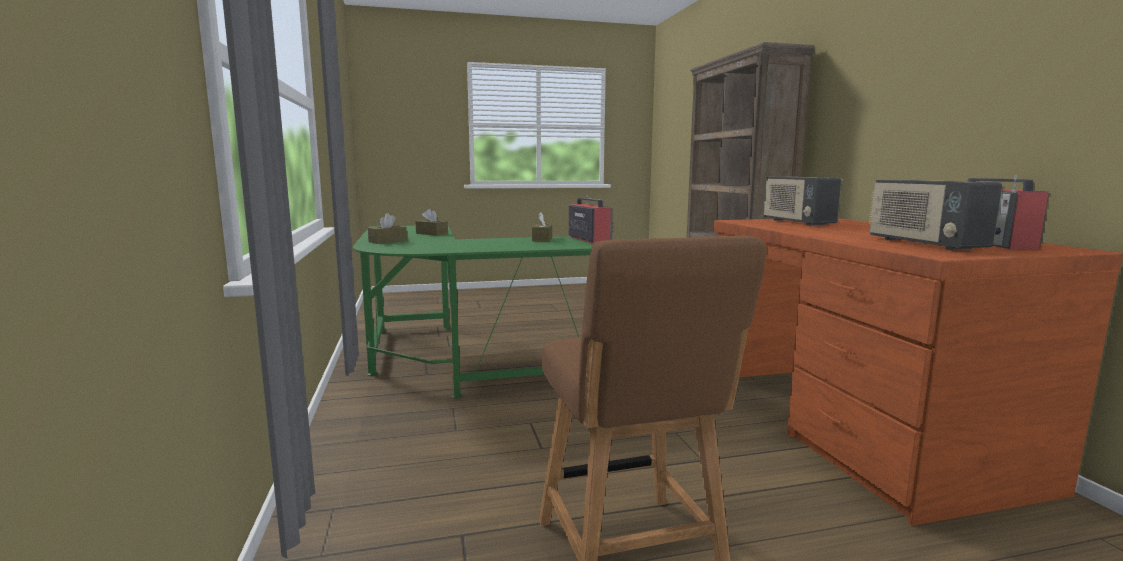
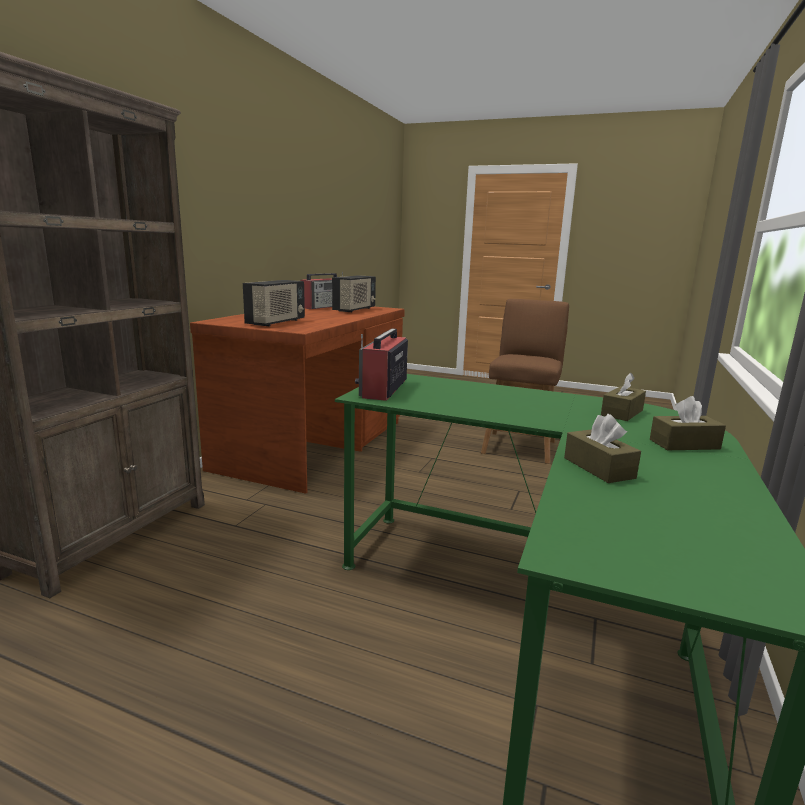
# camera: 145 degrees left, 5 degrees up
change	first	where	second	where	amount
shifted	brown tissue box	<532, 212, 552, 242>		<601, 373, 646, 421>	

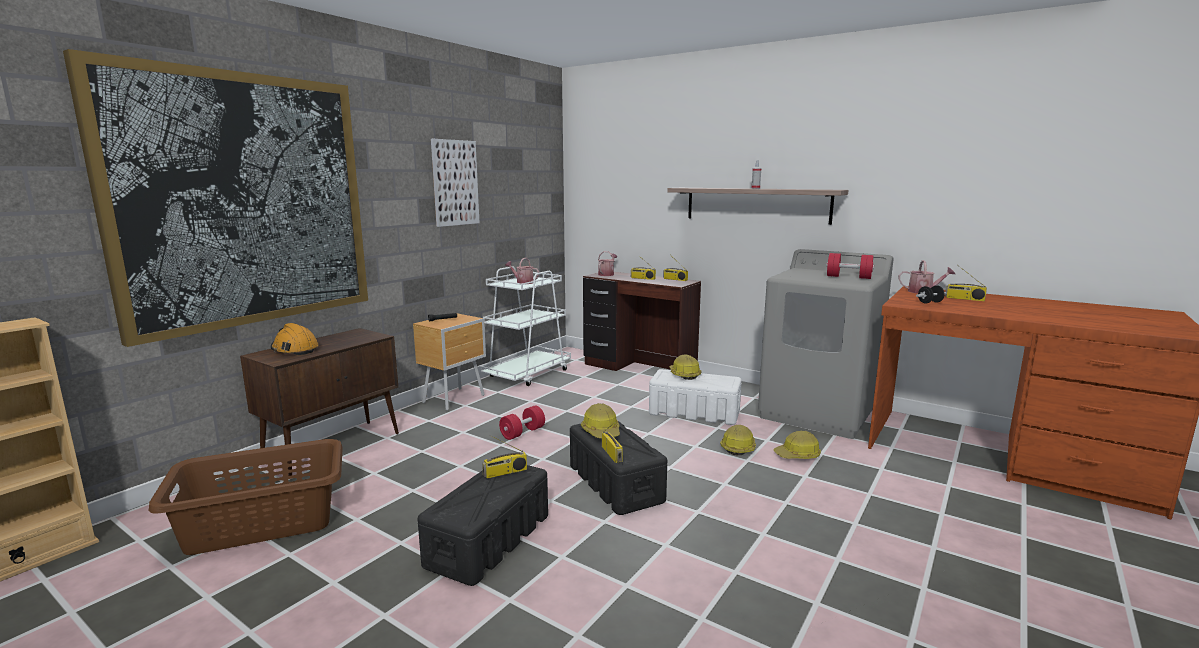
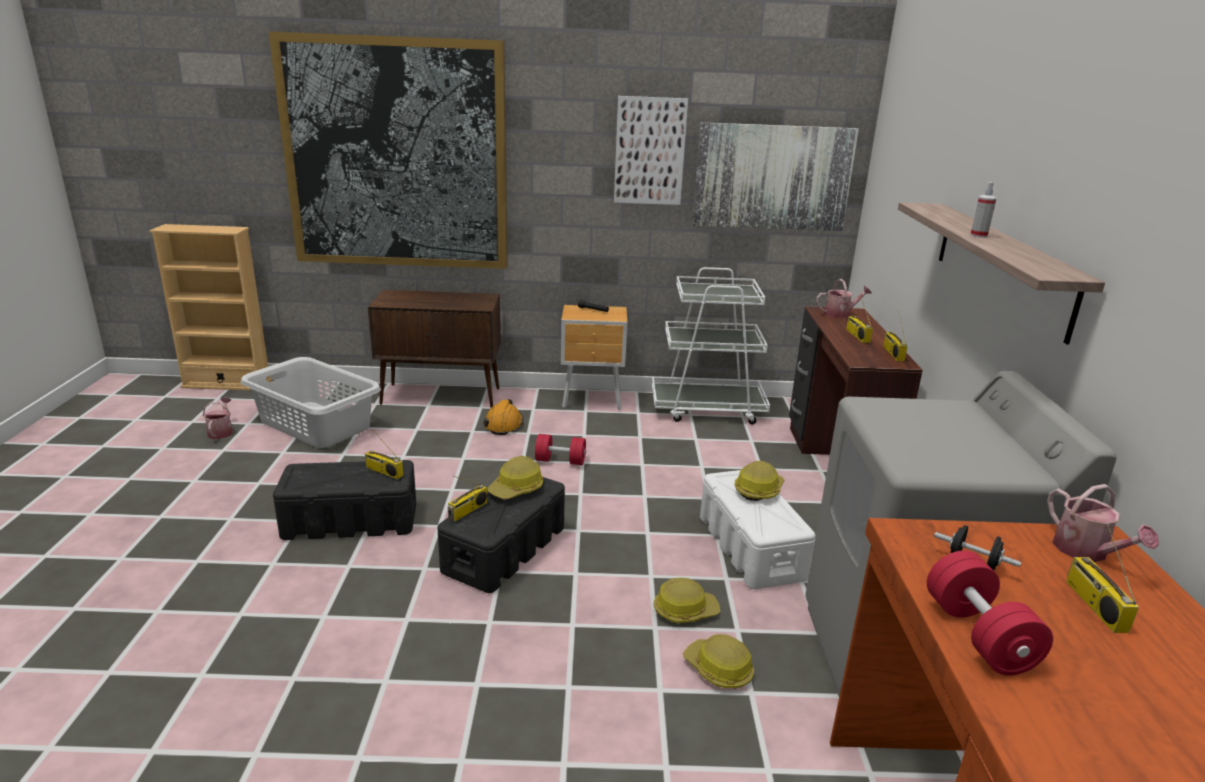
# camera: 55 degrees right, 10 degrees up
change	first	where	second	where	amount
shifted	red dumbbell	<826, 253, 874, 279>		<927, 551, 1053, 675>	
shifted	watering can	<505, 258, 539, 284>		<203, 398, 233, 439>	
shifted	orange hard hat	<271, 323, 318, 355>		<483, 399, 524, 435>	
repainted	brown laundry basket	<149, 439, 343, 555>	grey laundry basket	<241, 357, 381, 448>	
new			picture	<692, 122, 859, 231>	

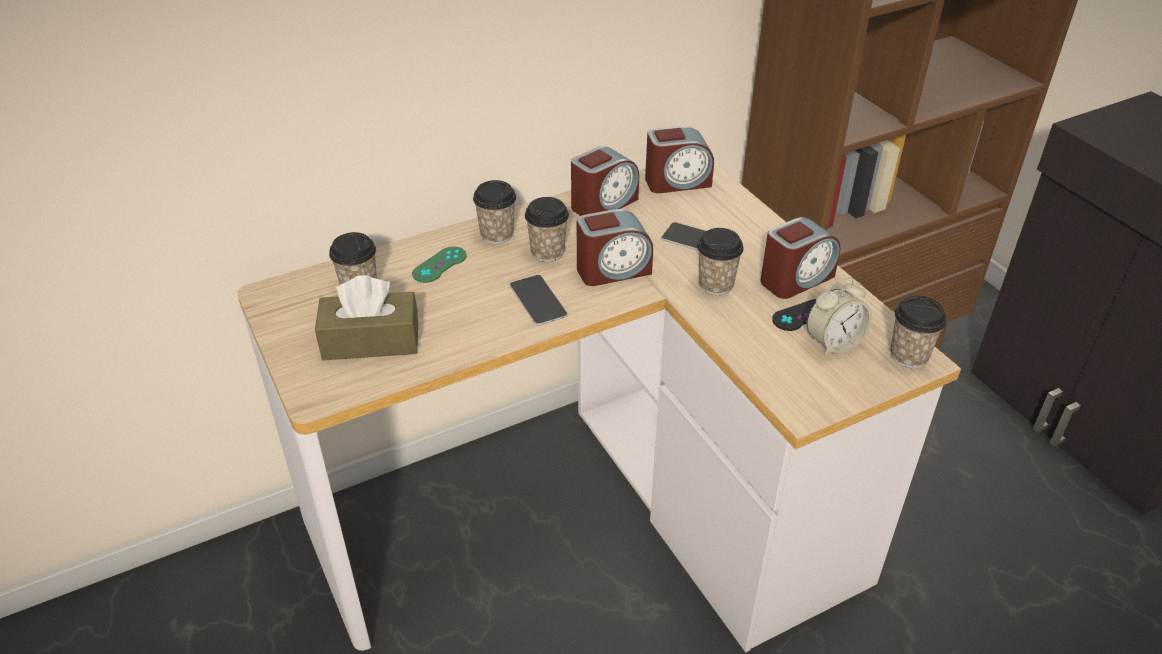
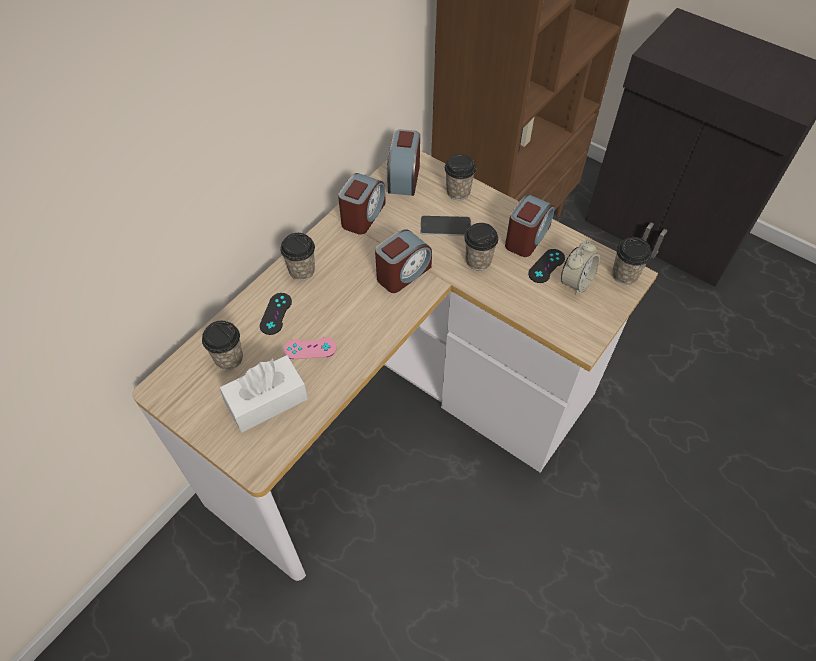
# camera: 25 degrees left, 15 degrees up
change	first	where	second	where	amount
rotated	alarm clock	<645, 126, 714, 193>		<387, 129, 420, 196>	135 degrees clockwise
shifted	cup	<525, 197, 569, 262>		<445, 154, 476, 200>	
repainted	green game controller	<412, 246, 467, 283>	black game controller	<260, 293, 292, 335>	
repainted	brown tissue box	<315, 275, 418, 360>	white tissue box	<220, 355, 308, 432>	
gone	phone	<509, 275, 568, 325>			
new			pink game controller	<283, 337, 337, 359>	

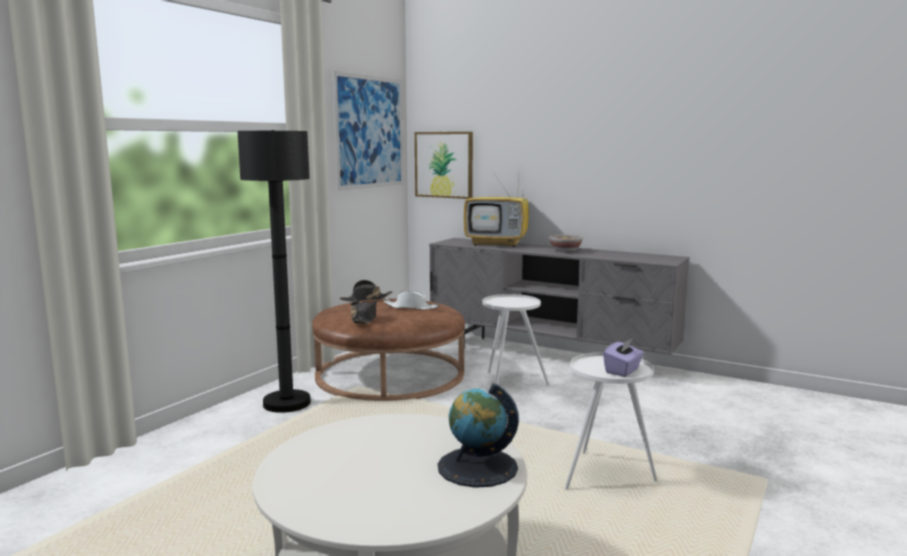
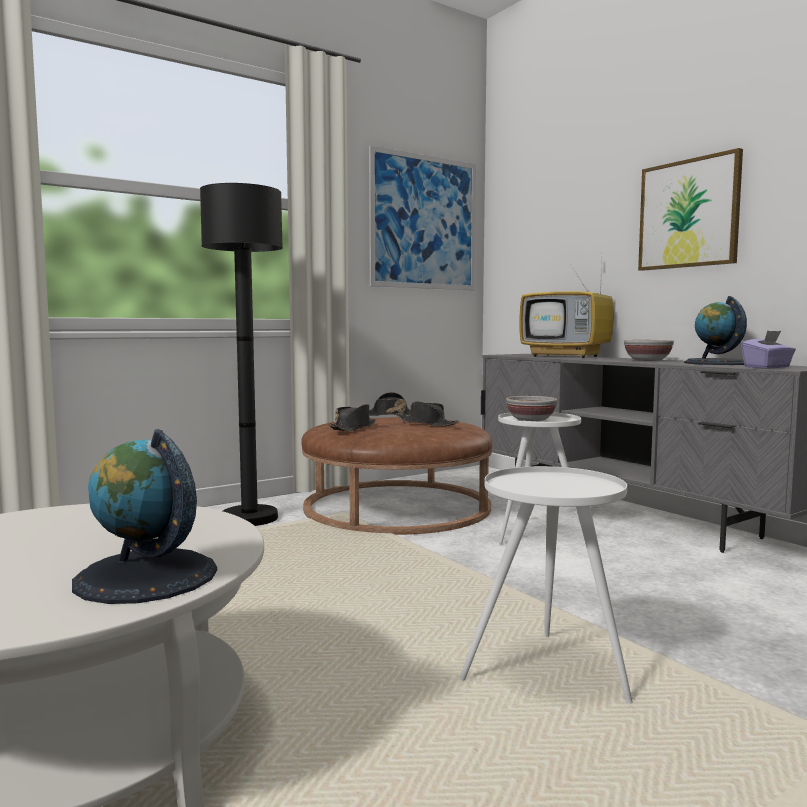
# camera: 25 degrees right, 5 degrees down
change	first	where	second	where	amount
shifted	picture	<415, 132, 473, 199>		<638, 148, 743, 271>	
repainted	white hat	<383, 290, 439, 310>	black hat	<396, 401, 459, 426>	
shifted	purple tissue box	<603, 338, 644, 377>		<741, 331, 796, 369>	
new			globe	<684, 296, 747, 365>	
new			bowl	<506, 396, 557, 421>	

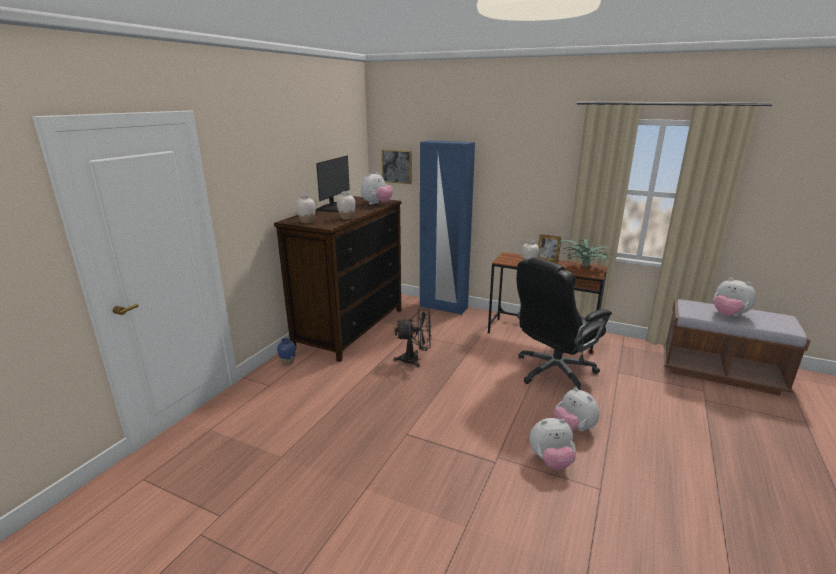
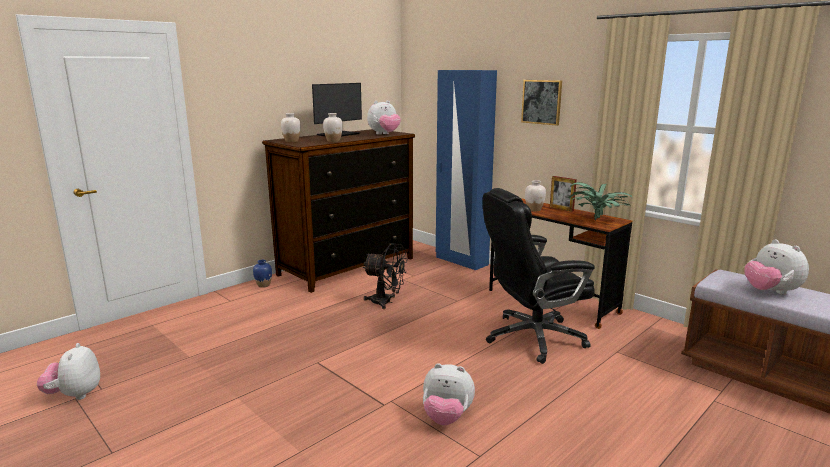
# camera: 20 degrees right, 5 degrees down
change	first	where	second	where	amount
shifted	picture	<382, 149, 412, 184>		<521, 80, 562, 126>	
shifted	plush toy	<553, 387, 599, 431>		<37, 343, 100, 400>	

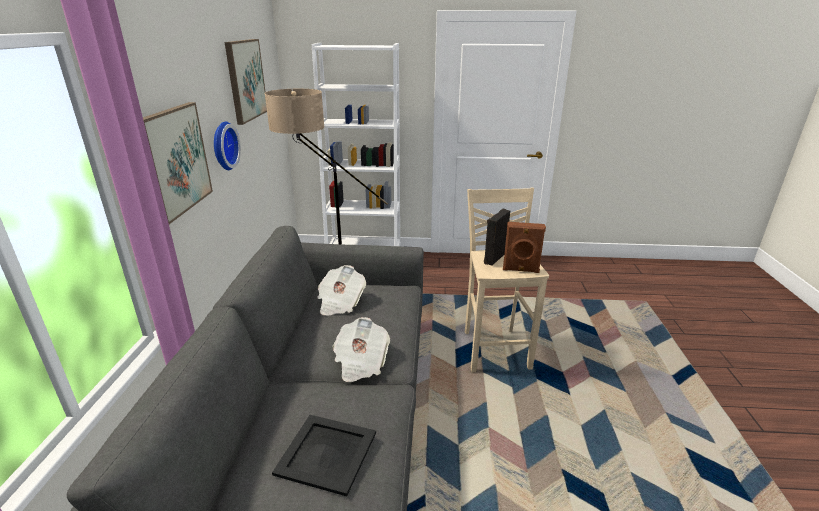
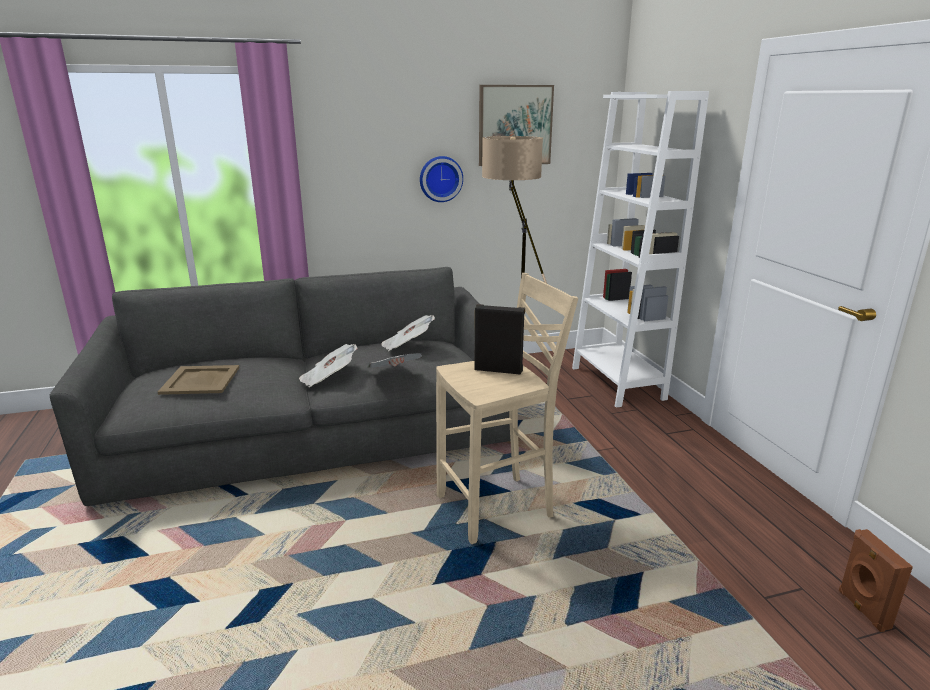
# camera: 70 degrees right, 5 degrees down
change	first	where	second	where	amount
gone	picture	<143, 102, 213, 224>			
shifted	brown speaker	<503, 222, 546, 273>		<839, 529, 913, 632>	
repainted	black tray	<272, 415, 376, 496>	beige tray	<158, 365, 240, 395>	
new			newspaper	<367, 353, 422, 368>	

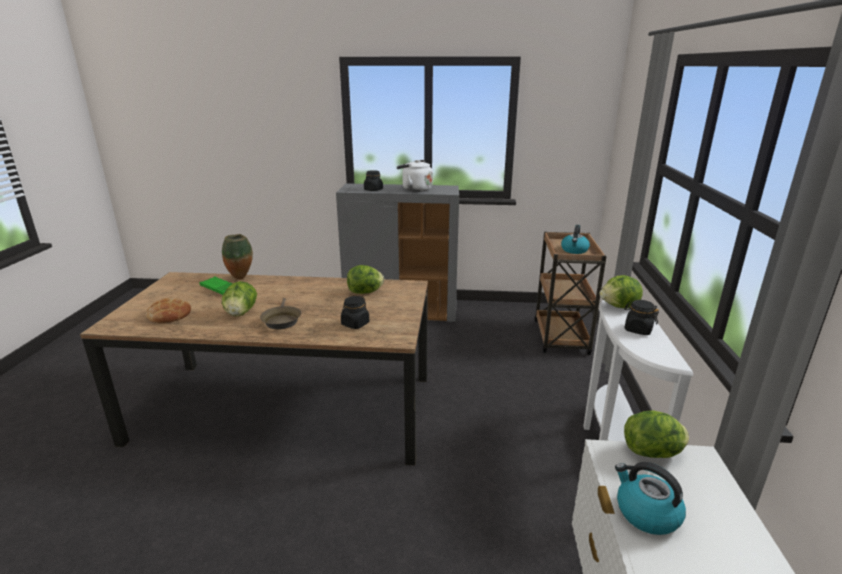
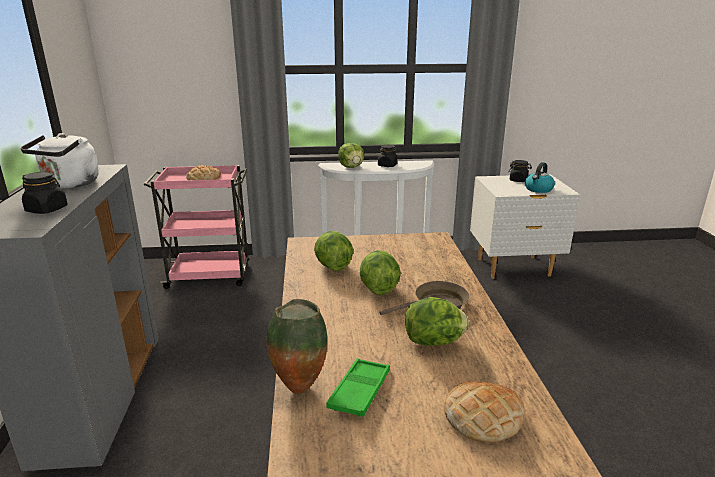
# camera: 100 degrees left, 0 degrees up
change	first	where	second	where	amount
swapped	kettle	<561, 225, 590, 254>	bread	<186, 165, 221, 180>	
repainted	brown cart	<534, 232, 607, 355>	pink cart	<144, 165, 249, 289>	
shifted	black jar	<341, 296, 369, 329>		<509, 160, 532, 182>	
shifted	lettuce	<624, 411, 689, 458>		<360, 250, 401, 295>	

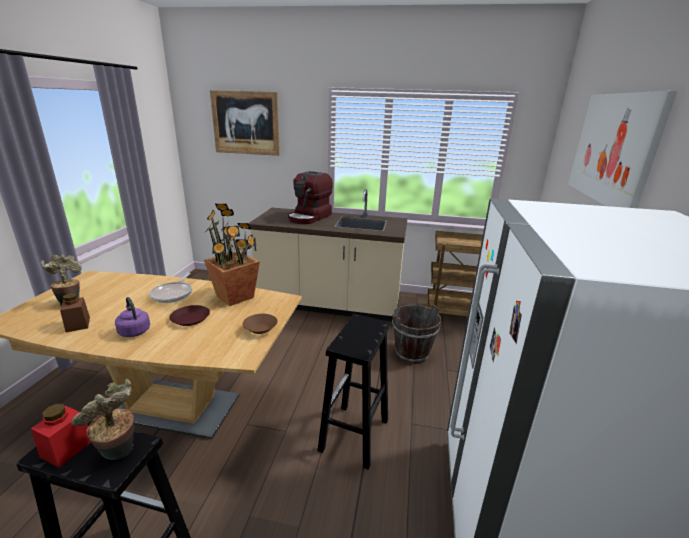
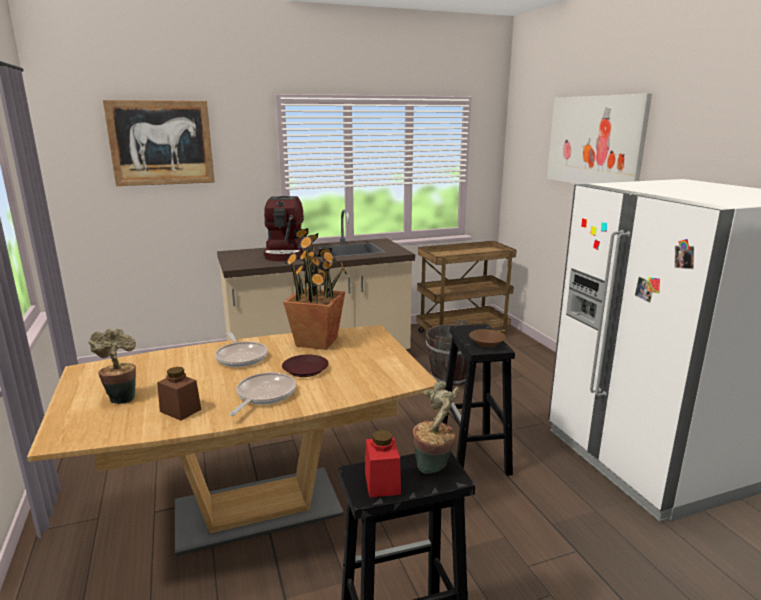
# camera: 30 degrees left, 5 degrees down
change	first	where	second	where	amount
swapped	purple kettle	<115, 297, 150, 337>	frying pan	<229, 372, 296, 416>	
shifted	brown bowl	<243, 314, 278, 334>		<469, 329, 506, 347>	

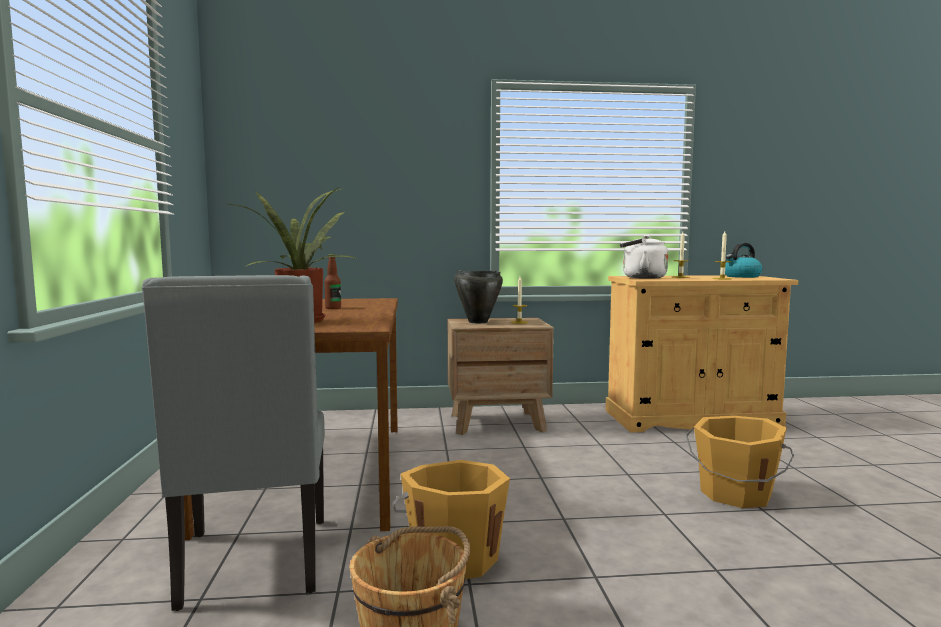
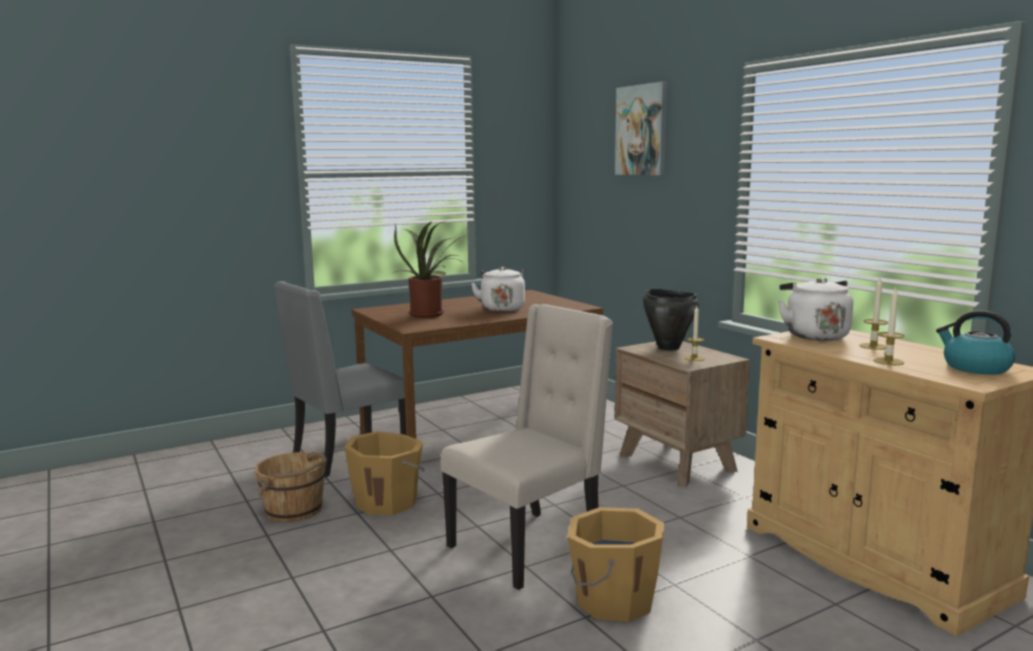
# camera: 65 degrees right, 5 degrees up
change	first	where	second	where	amount
swapped	bottle	<324, 254, 341, 309>	white kettle	<471, 267, 525, 312>	
new			picture	<615, 82, 667, 175>	
new			beige chair	<441, 304, 613, 590>	

